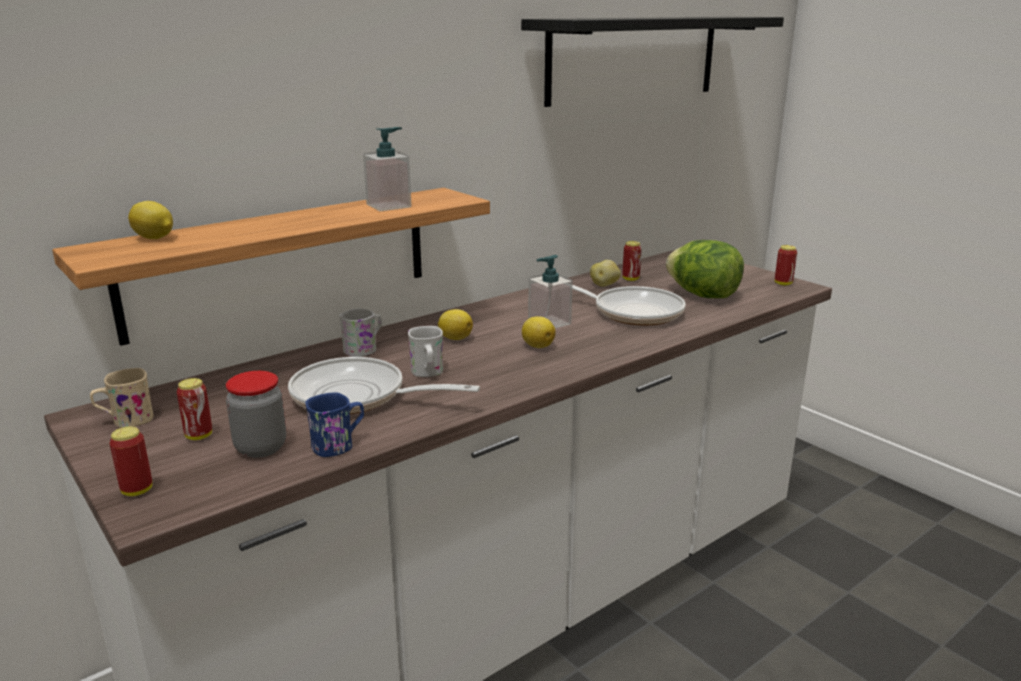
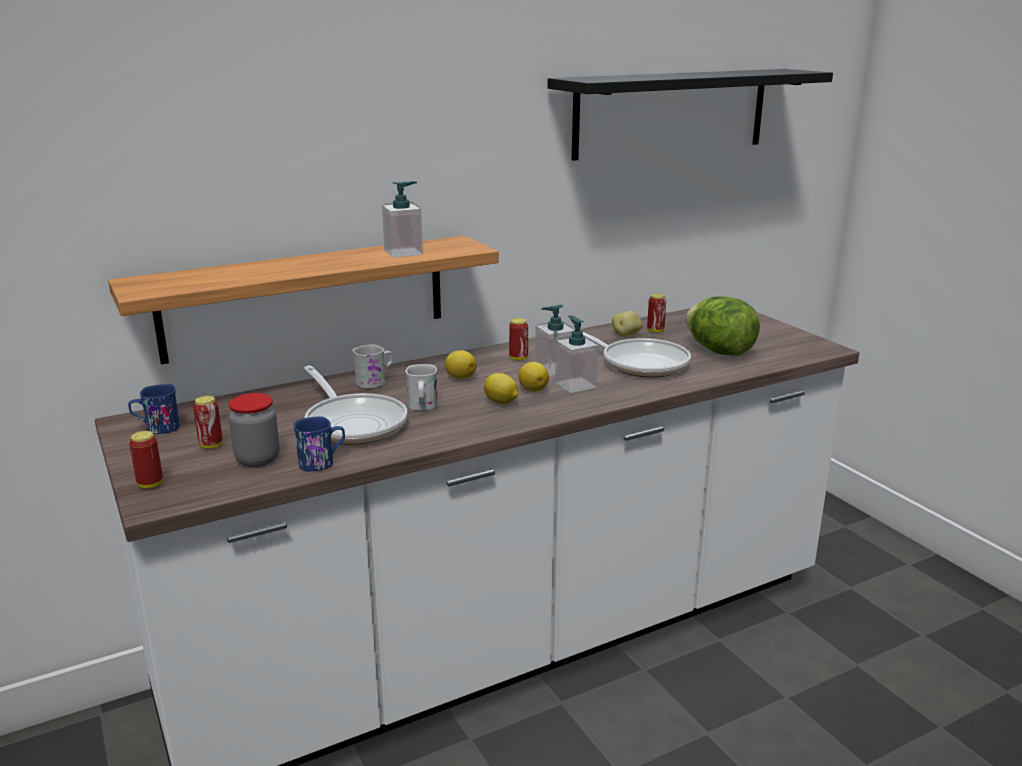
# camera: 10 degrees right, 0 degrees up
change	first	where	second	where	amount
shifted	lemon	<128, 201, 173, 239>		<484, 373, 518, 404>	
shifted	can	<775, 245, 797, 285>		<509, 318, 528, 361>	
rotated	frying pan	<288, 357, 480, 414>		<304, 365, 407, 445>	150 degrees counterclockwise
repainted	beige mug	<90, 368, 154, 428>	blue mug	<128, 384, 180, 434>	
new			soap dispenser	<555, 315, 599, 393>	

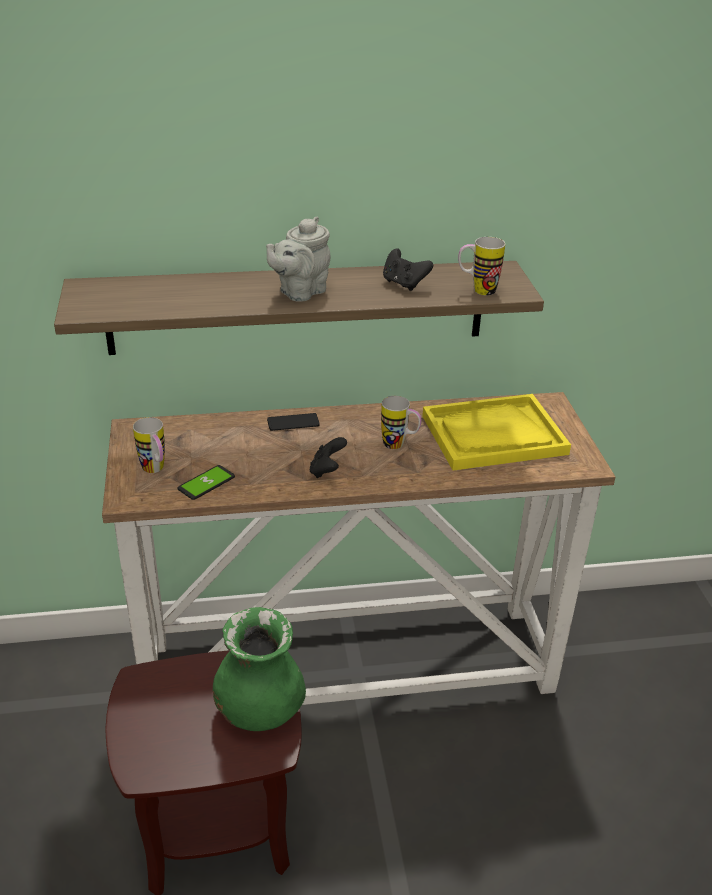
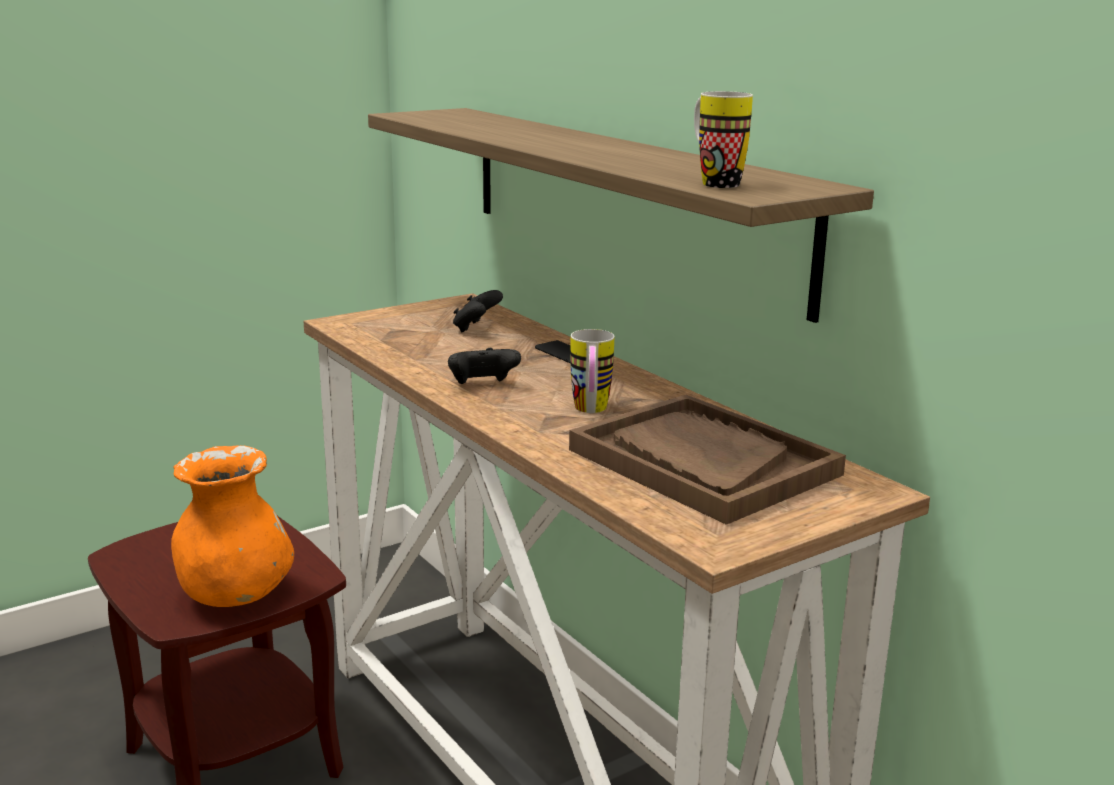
# camera: 65 degrees right, 15 degrees down
change	first	where	second	where	amount
gone	grey teapot	<266, 217, 331, 302>			
shifted	black game controller	<383, 249, 433, 291>		<453, 290, 503, 332>	
repainted	yellow tray	<422, 394, 571, 471>	brown tray	<569, 395, 846, 525>	
gone	mug	<133, 417, 165, 473>			
gone	phone	<177, 465, 235, 500>			
repainted	green vase	<213, 607, 306, 731>	orange vase	<171, 445, 294, 607>	

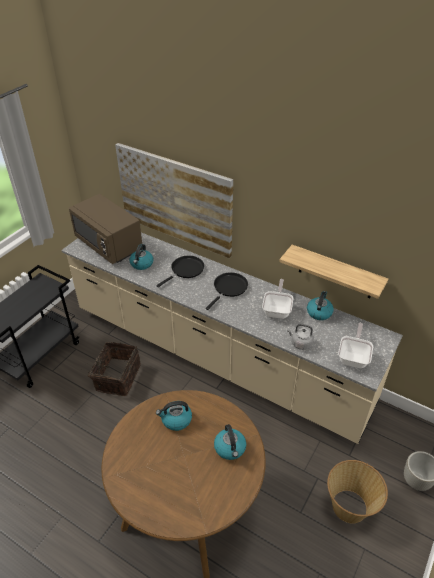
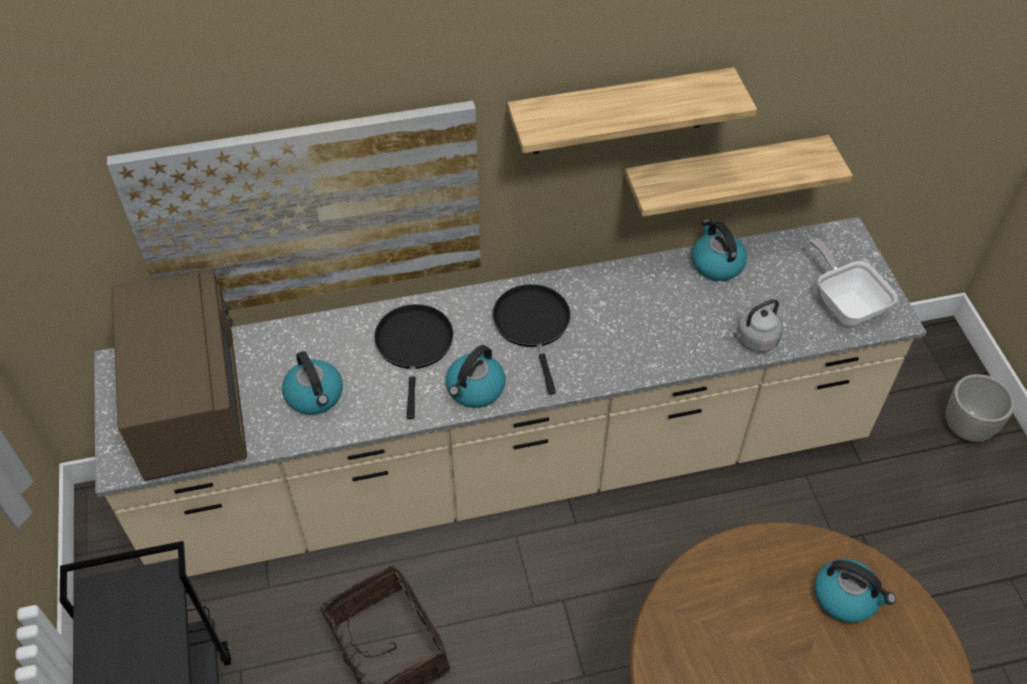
# camera: 45 degrees left, 10 degrees up
change	first	where	second	where	amount
rotated	brown microwave	<69, 194, 142, 264>		<112, 268, 247, 481>	105 degrees counterclockwise
gone	frying pan	<262, 279, 293, 319>			
shifted	kettle	<156, 401, 192, 431>		<446, 345, 506, 408>	
gone	basket	<327, 460, 388, 523>			
new			shelf	<507, 67, 757, 154>	

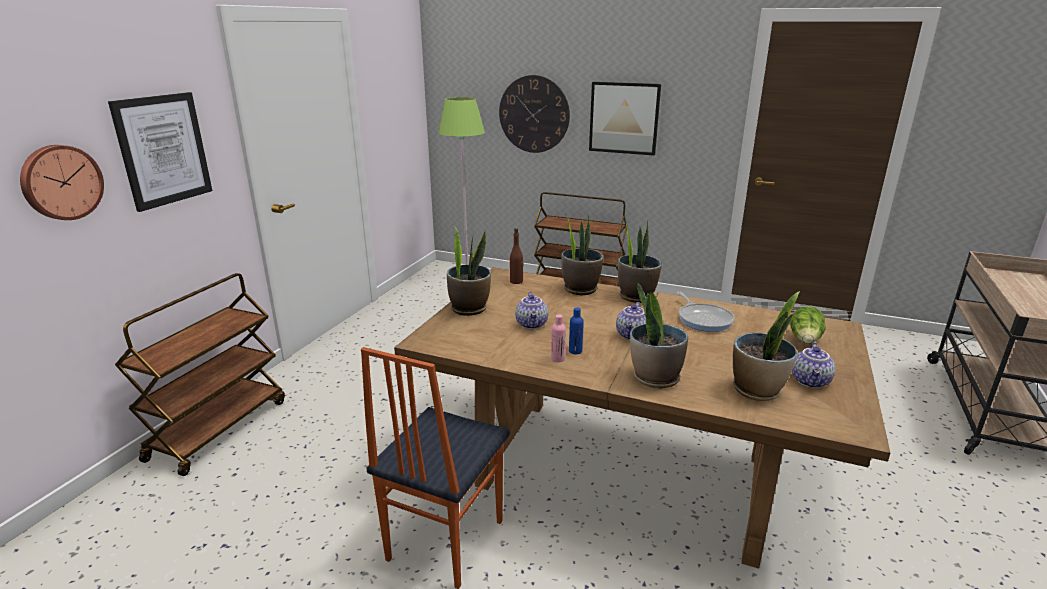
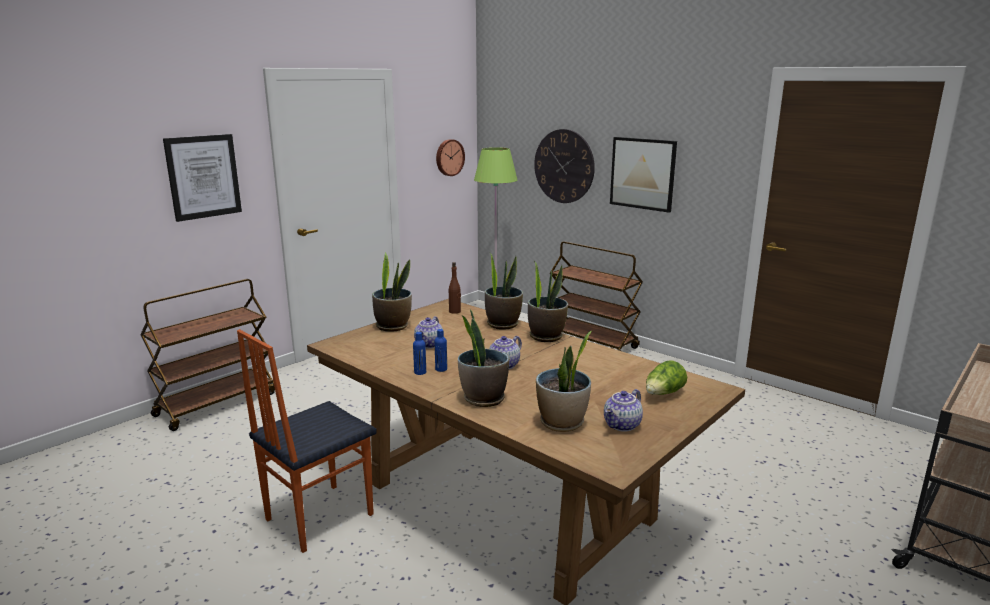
# camera: 20 degrees right, 5 degrees down
change	first	where	second	where	amount
shifted	wall clock	<20, 145, 104, 220>		<436, 139, 465, 176>	
gone	frying pan	<677, 291, 735, 332>			
repainted	pink bottle	<551, 314, 566, 362>	blue bottle	<413, 332, 426, 375>	

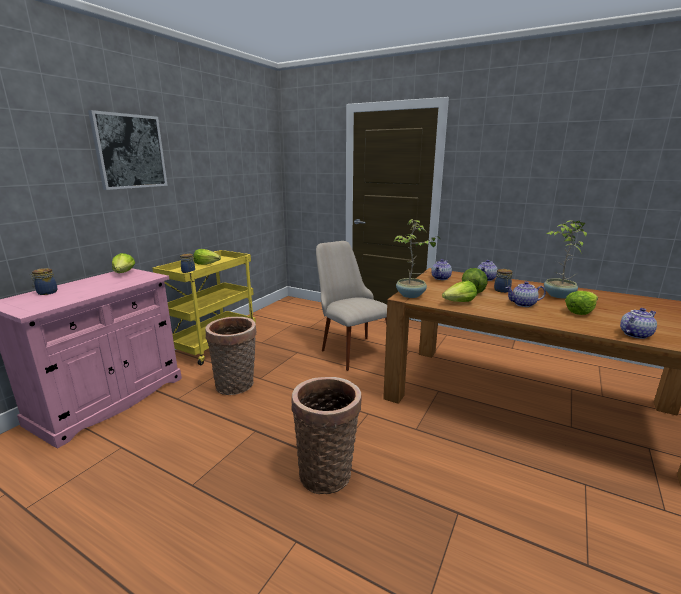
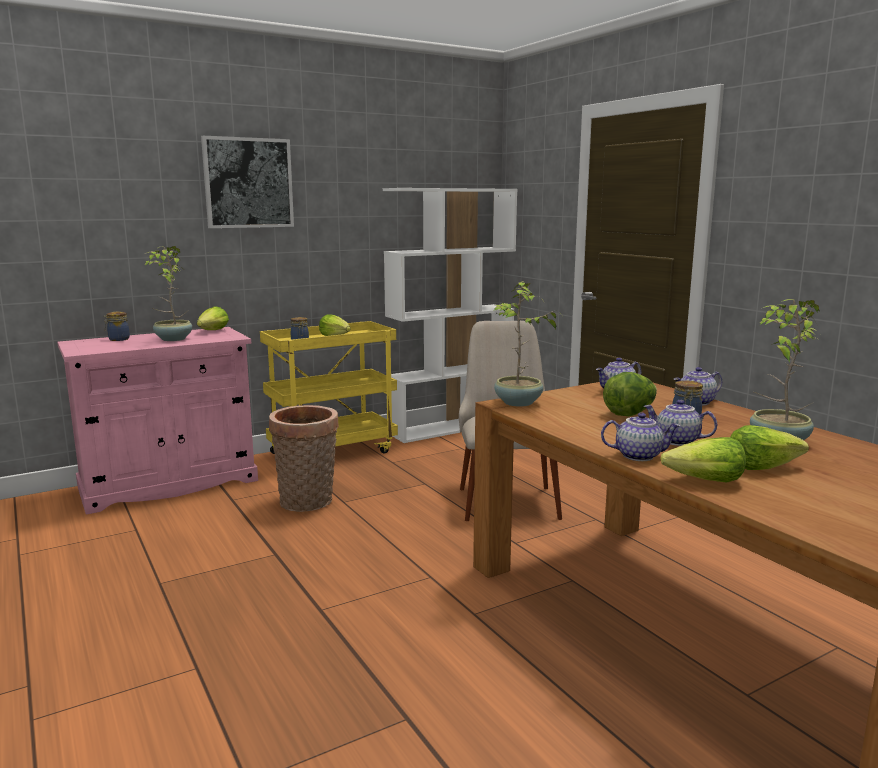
# camera: 30 degrees right, 5 degrees down
change	first	where	second	where	amount
shifted	lettuce	<442, 281, 477, 302>		<660, 437, 746, 483>	
shifted	teapot	<620, 308, 657, 339>		<601, 412, 681, 461>	
gone	basket	<291, 377, 361, 494>			
new			white bookcase	<383, 188, 517, 443>	
new			potted plant	<145, 246, 192, 341>	

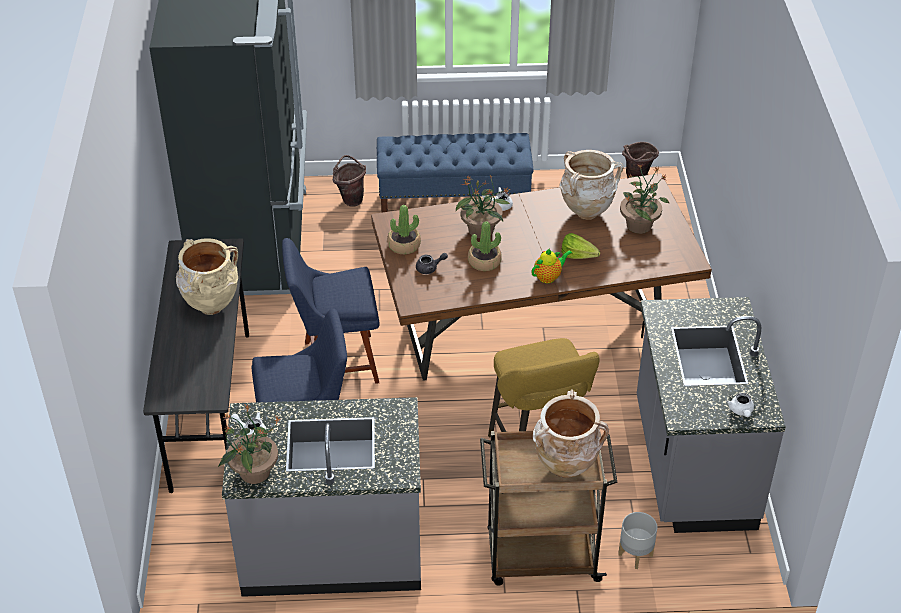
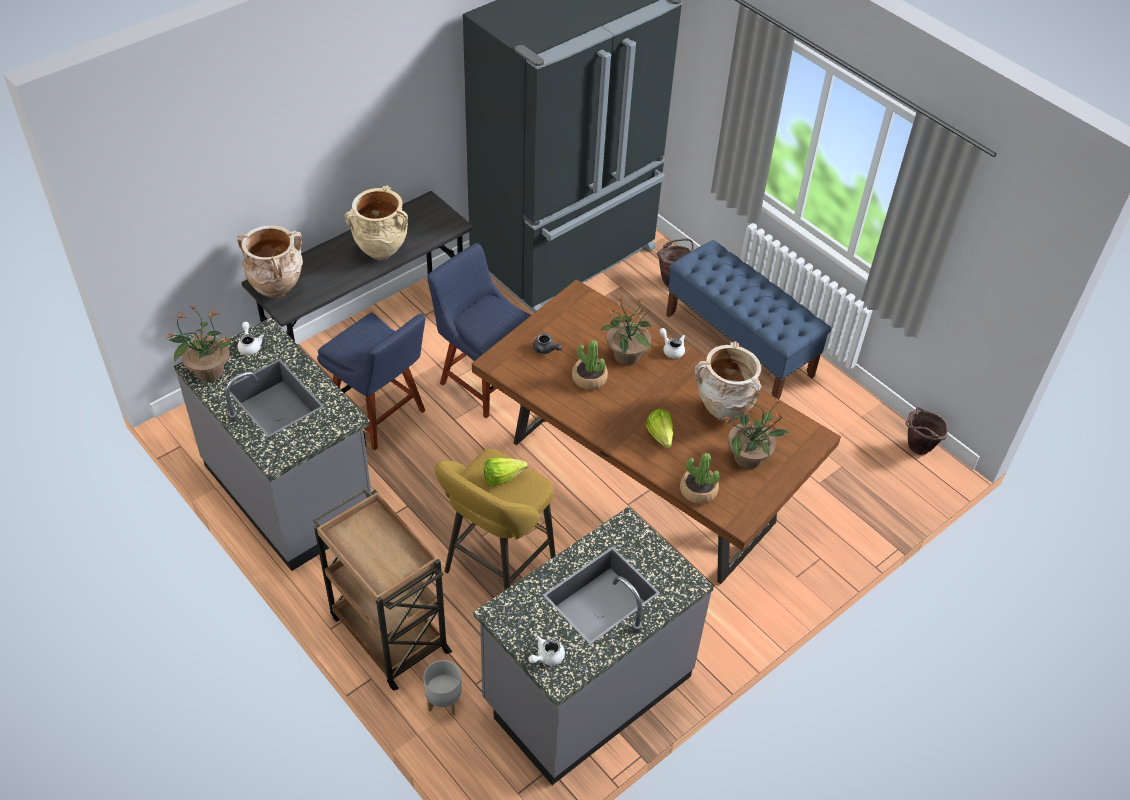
# camera: 50 degrees right, 5 degrees up
change	first	where	second	where	amount
shifted	potted plant	<387, 205, 421, 254>		<680, 453, 720, 504>	
gone	teapot	<531, 248, 572, 283>			
shifted	beige vase	<533, 389, 609, 478>		<237, 225, 303, 298>	
new			lettuce	<484, 458, 528, 486>	

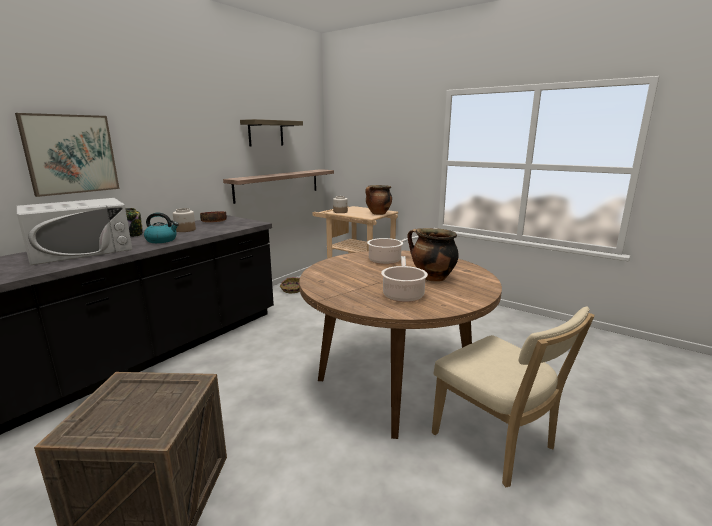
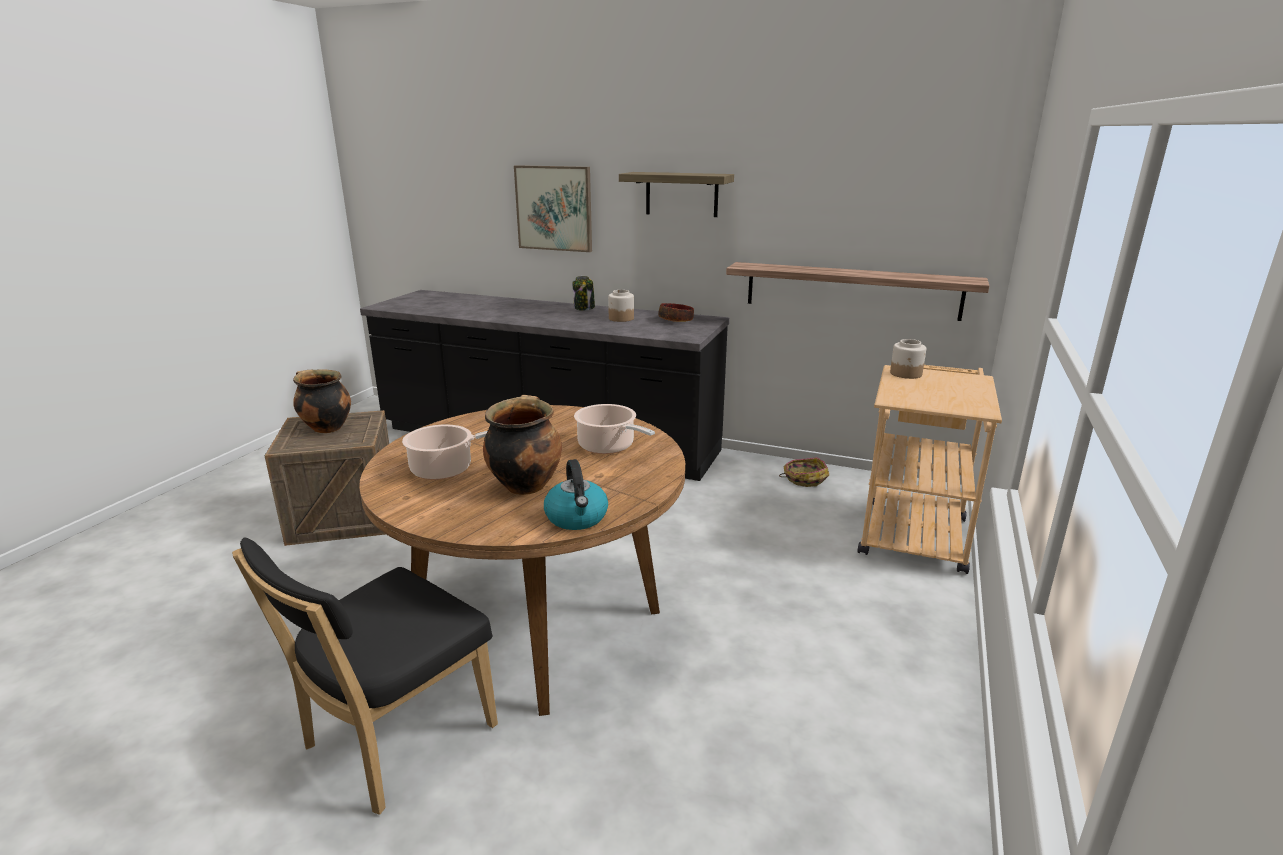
# camera: 75 degrees right, 5 degrees up
change	first	where	second	where	amount
shifted	shelf	<240, 119, 303, 146>		<619, 172, 734, 217>	
shifted	cooking pot	<365, 185, 392, 215>		<293, 369, 351, 433>	
gone	white microwave	<17, 198, 132, 266>			
shifted	kettle	<144, 213, 179, 243>		<544, 459, 608, 530>	
repainted	beige chair	<432, 307, 594, 487>	black chair	<232, 538, 498, 815>	

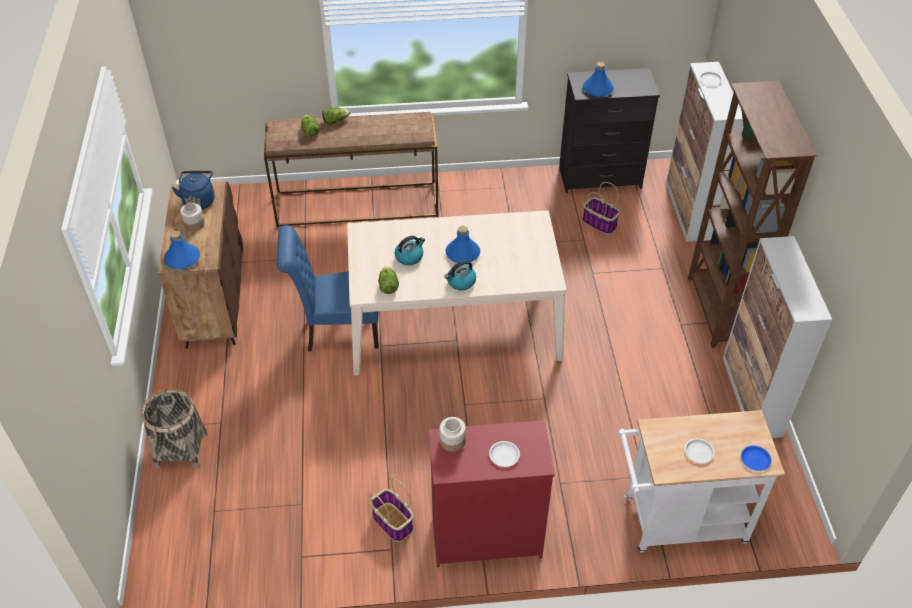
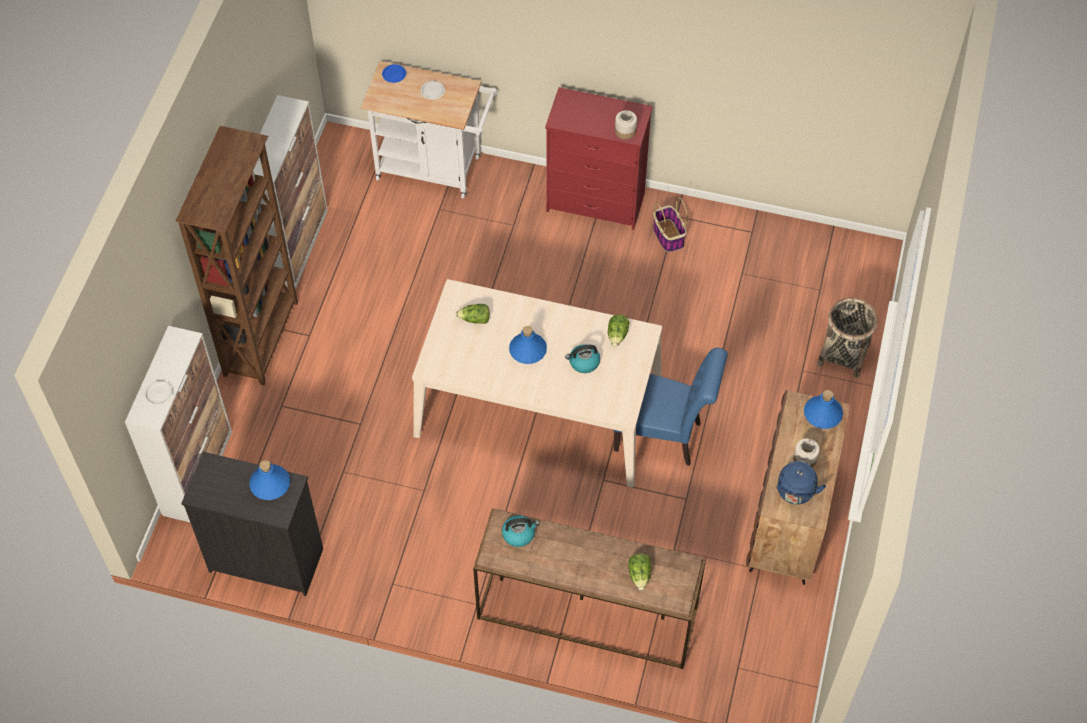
# camera: 160 degrees left, 10 degrees up
change	first	where	second	where	amount
shifted	lettuce	<322, 107, 350, 125>		<456, 304, 490, 324>	
gone	basket	<583, 182, 620, 235>			
shifted	kettle	<444, 260, 476, 291>		<502, 515, 540, 547>	
gone	white plate	<489, 441, 520, 467>			

